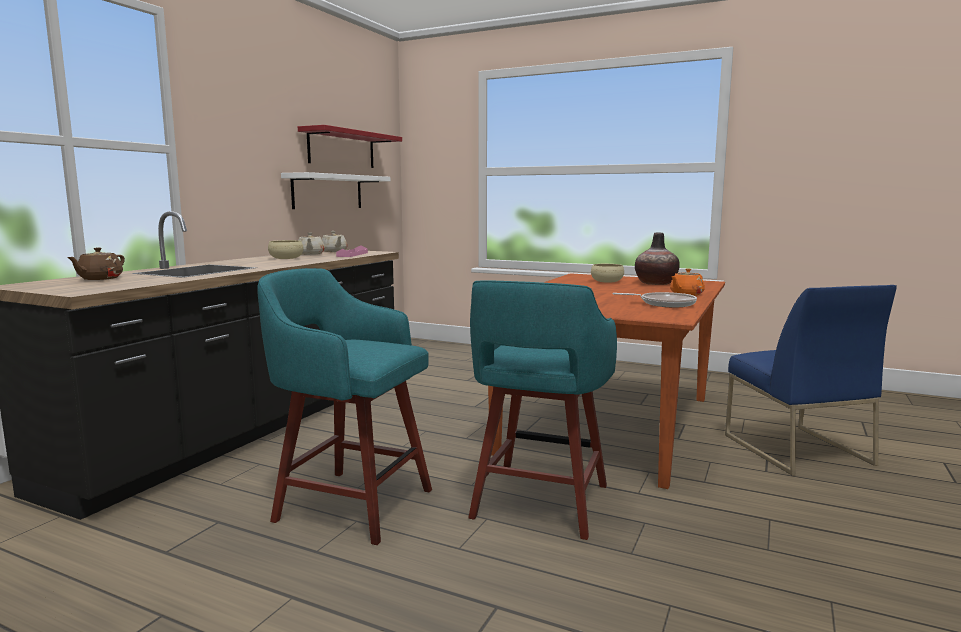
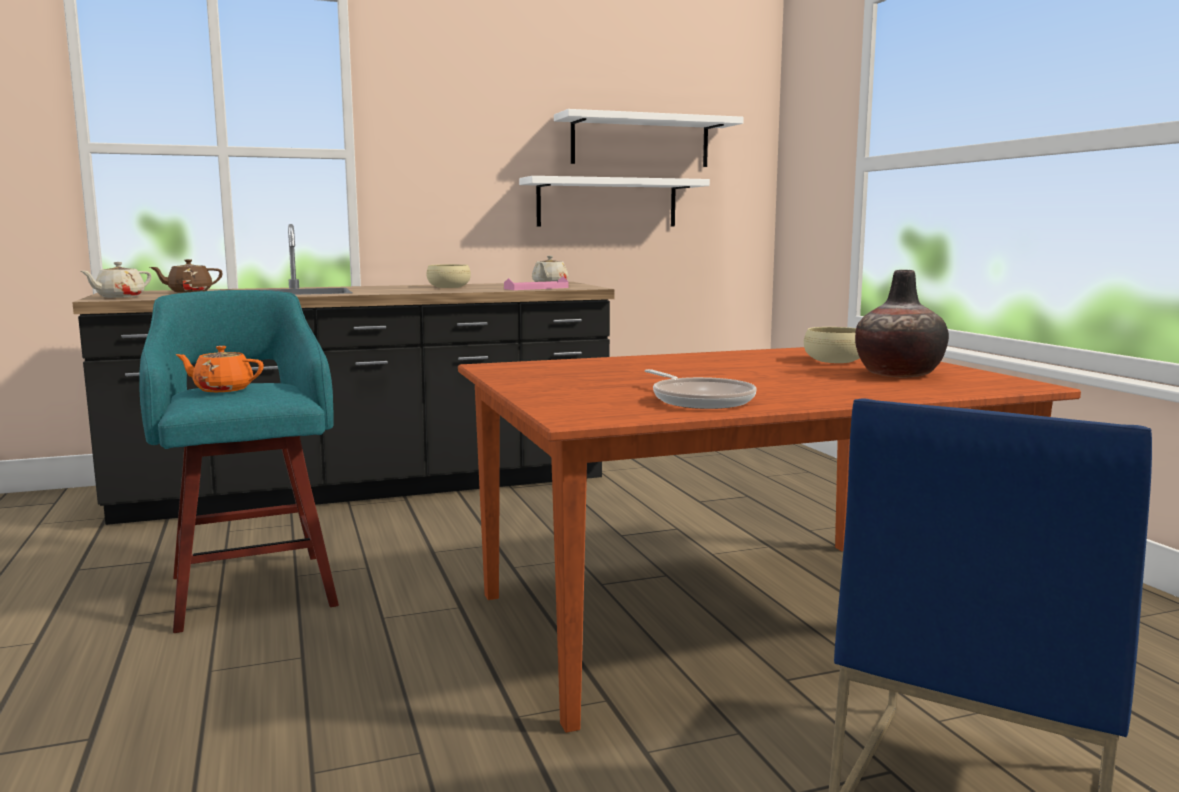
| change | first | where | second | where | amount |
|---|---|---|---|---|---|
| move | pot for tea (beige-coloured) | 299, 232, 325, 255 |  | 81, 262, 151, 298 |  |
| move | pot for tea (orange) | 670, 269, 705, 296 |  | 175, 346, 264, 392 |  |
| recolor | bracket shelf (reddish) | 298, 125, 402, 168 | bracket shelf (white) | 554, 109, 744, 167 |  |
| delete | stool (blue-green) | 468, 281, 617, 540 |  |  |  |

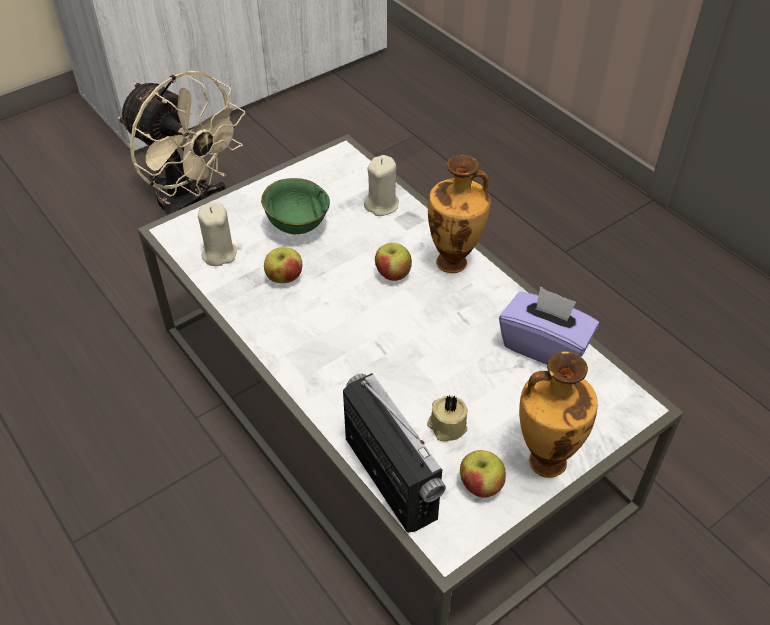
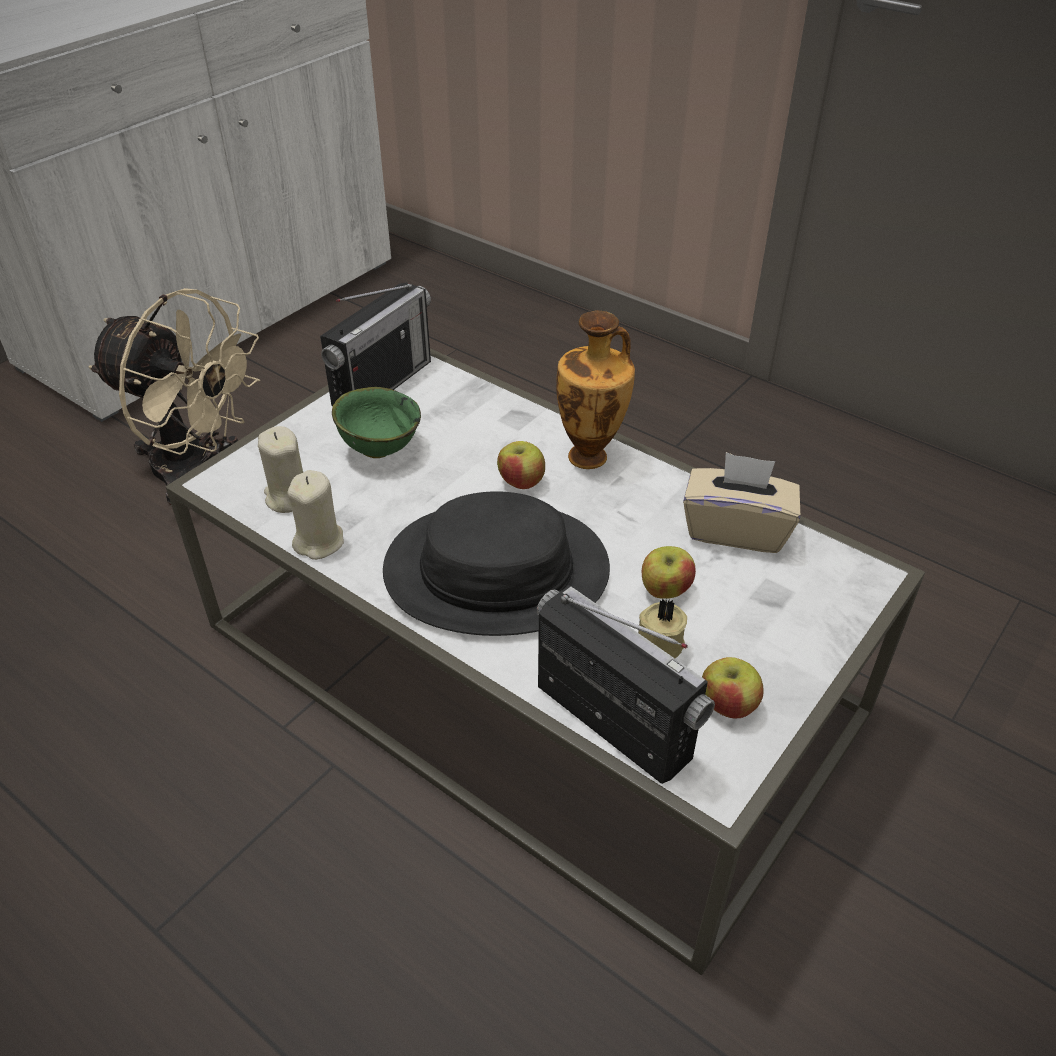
| change | first | where | second | where | amount |
|---|---|---|---|---|---|
| move | candle (beige-coloured) | 364, 155, 399, 216 |  | 287, 470, 344, 560 |  |
| insert |  |  | radio | 320, 283, 431, 407 |  |
| insert |  |  | hat (black-coloured) | 383, 491, 610, 636 |  |
| move | whole apple | 264, 247, 302, 283 |  | 642, 546, 696, 599 |  |
| recolor | tissue box (purple) | 499, 286, 599, 365 | tissue box (beige-coloured) | 683, 452, 800, 553 |  |
| delete | vase | 519, 351, 598, 478 |  |  |  |

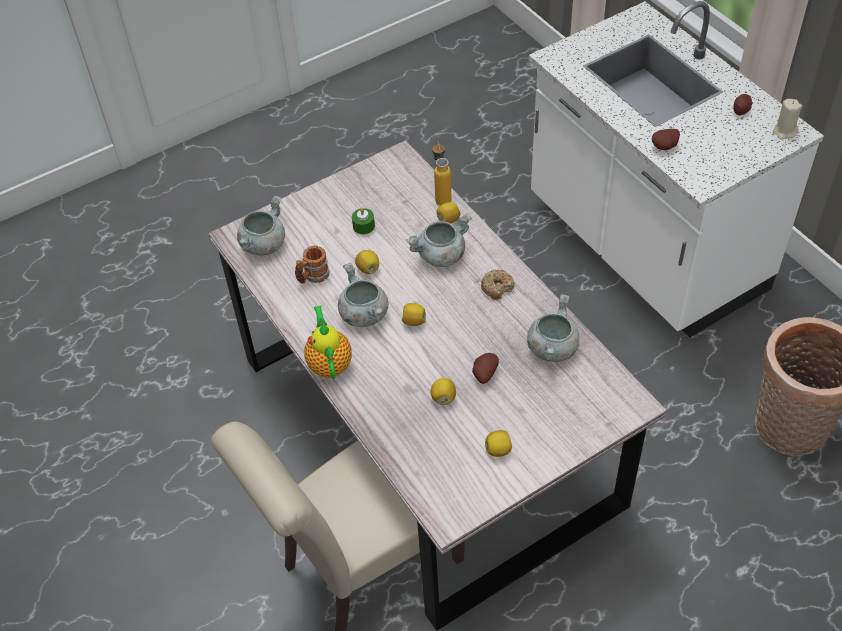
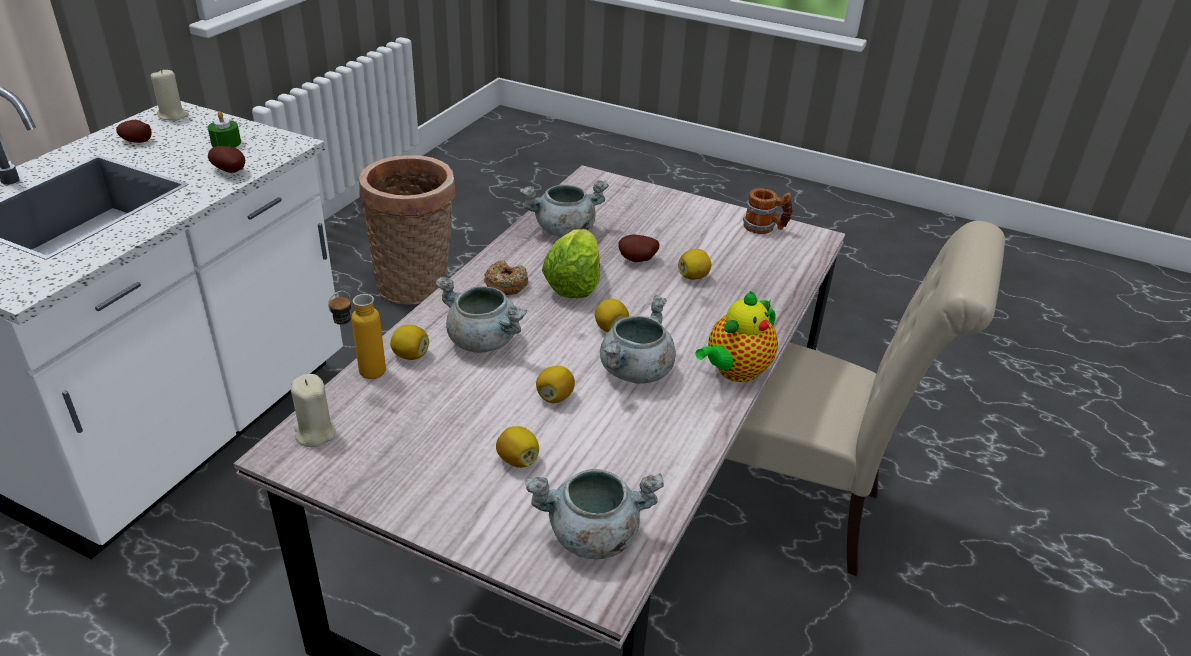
| change | first | where | second | where | amount |
|---|---|---|---|---|---|
| move | candle (greenish) | 352, 208, 375, 234 |  | 208, 111, 241, 148 |  |
| insert |  |  | candle (beige-coloured) | 291, 374, 335, 447 |  |
| move | whole lemon | 485, 430, 512, 457 |  | 496, 426, 539, 468 |  |
| insert |  |  | head of lettuce | 542, 229, 600, 298 |  |
| move | mug | 295, 245, 330, 284 |  | 743, 189, 793, 234 |  |

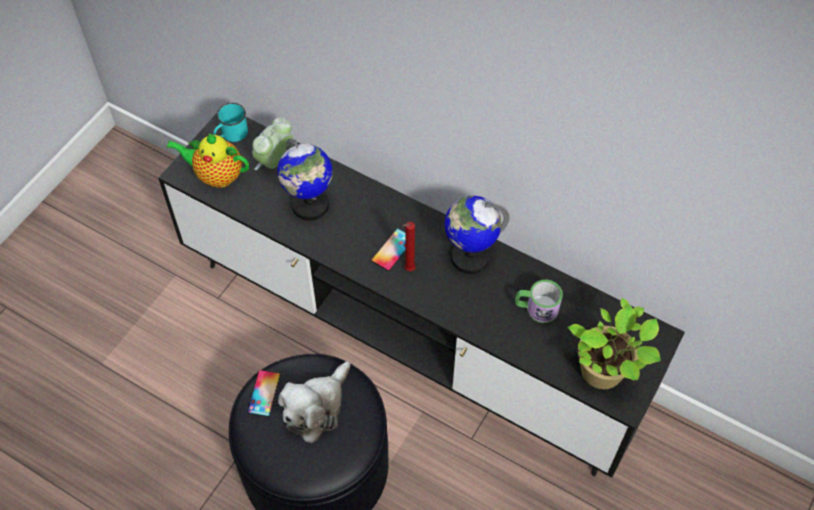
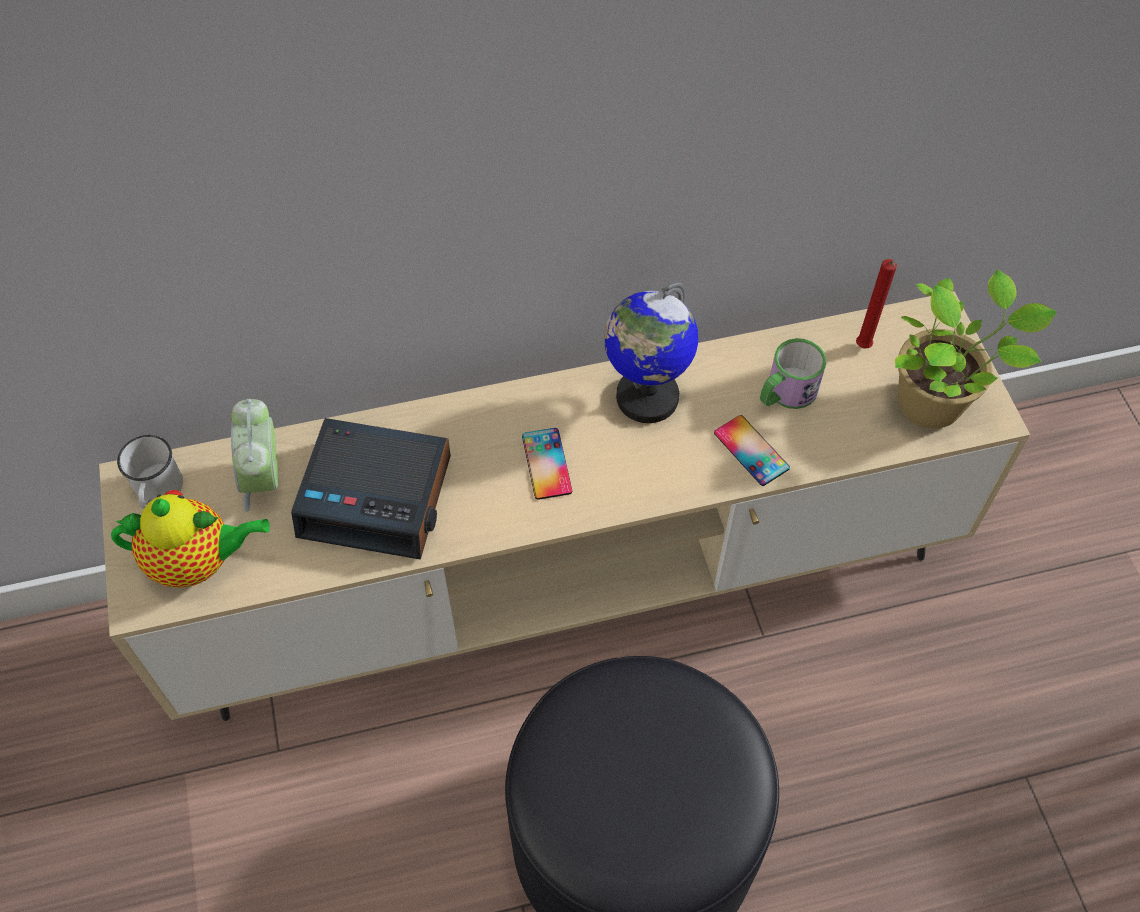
| change | first | where | second | where | amount |
|---|---|---|---|---|---|
| recolor | tv unit (black-coloured) | 158, 113, 685, 478 | tv unit (beige-coloured) | 99, 291, 1030, 721 |  |
| rotate | pot for tea | 166, 133, 249, 188 |  | 111, 490, 270, 588 | 150 degrees counterclockwise |
| recolor | mug (blue-green) | 213, 103, 248, 142 | mug (white) | 117, 435, 183, 509 |  |
| replace | desk globe | 277, 138, 333, 221 | table clock | 291, 418, 451, 560 |  |
| move | telephone | 247, 370, 281, 417 |  | 714, 415, 790, 486 |  |
| move | candle (reddish) | 403, 222, 416, 271 |  | 856, 259, 897, 349 |  |
| delete | plush toy | 278, 361, 351, 443 |  |  |  |

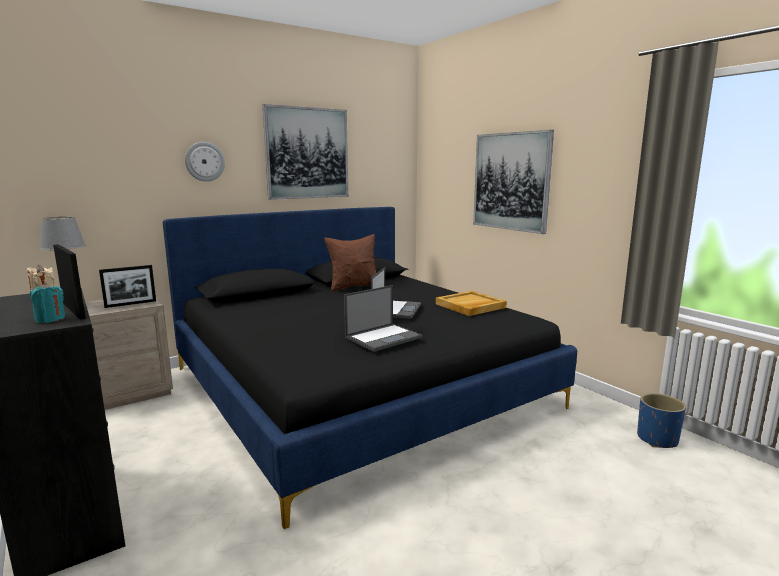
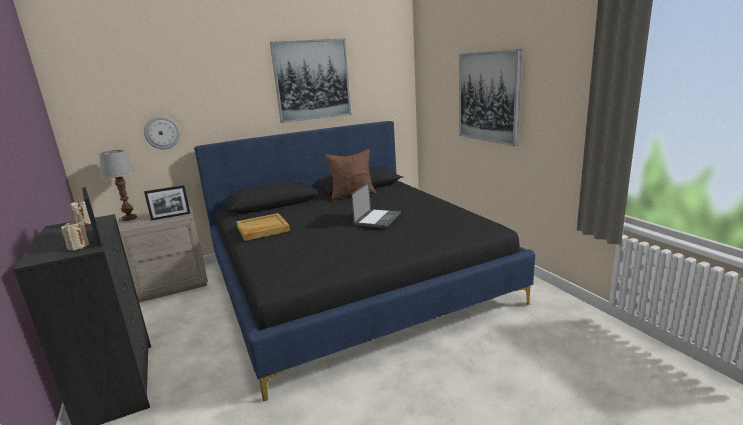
| change | first | where | second | where | amount |
|---|---|---|---|---|---|
| recolor | candle (blue-green) | 30, 282, 66, 323 | candle (beige-coloured) | 61, 220, 89, 250 |  |
| move | clock on the wall | 185, 142, 225, 182 |  | 144, 116, 180, 149 |  |
| move | serving tray (beige-coloured) | 436, 291, 507, 316 |  | 236, 213, 290, 241 |  |
| delete | laptop | 344, 285, 422, 352 |  |  |  |
| delete | flower pot (blue) | 637, 393, 686, 448 |  |  |  |

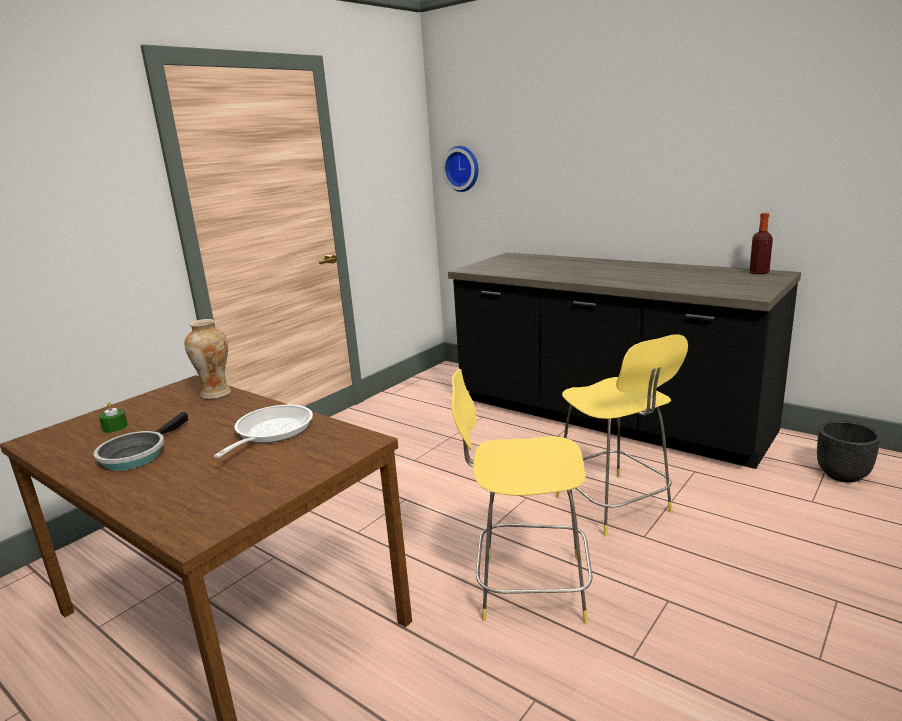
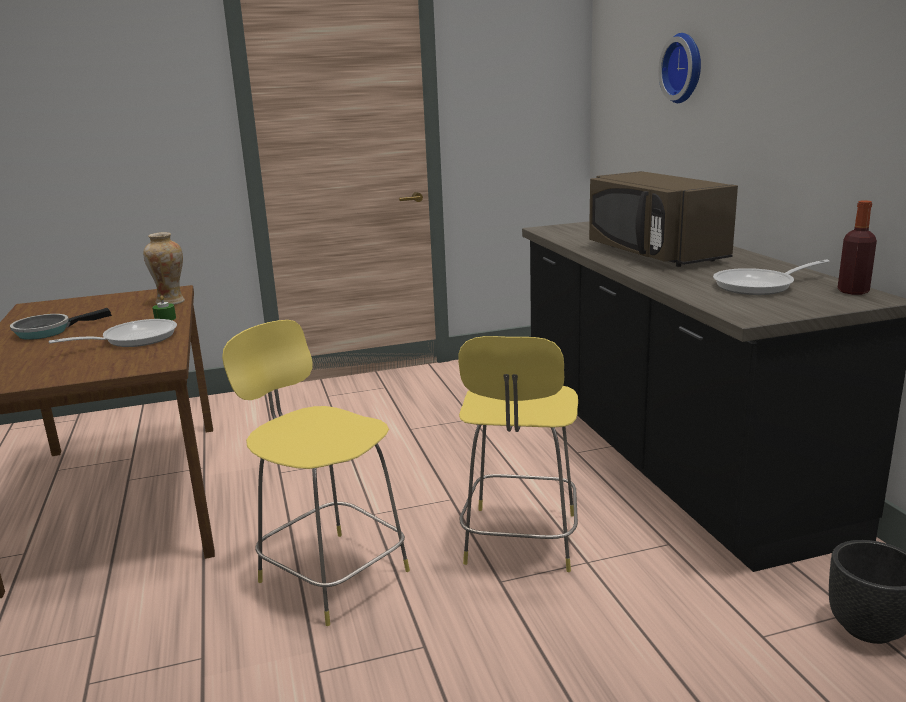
| change | first | where | second | where | amount |
|---|---|---|---|---|---|
| move | candle (greenish) | 99, 402, 128, 433 |  | 152, 295, 176, 320 |  |
| insert |  |  | kitchen microwave (brown) | 589, 171, 738, 267 |  |
| move | clock on the wall | 442, 146, 479, 192 |  | 658, 33, 701, 103 |  |
| insert |  |  | pan | 713, 259, 830, 295 |  |

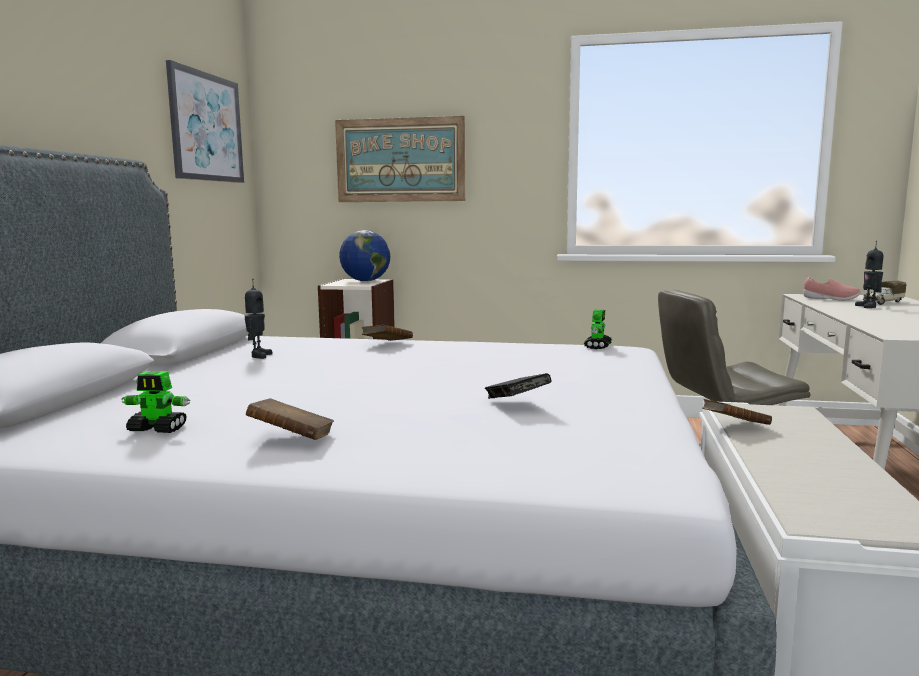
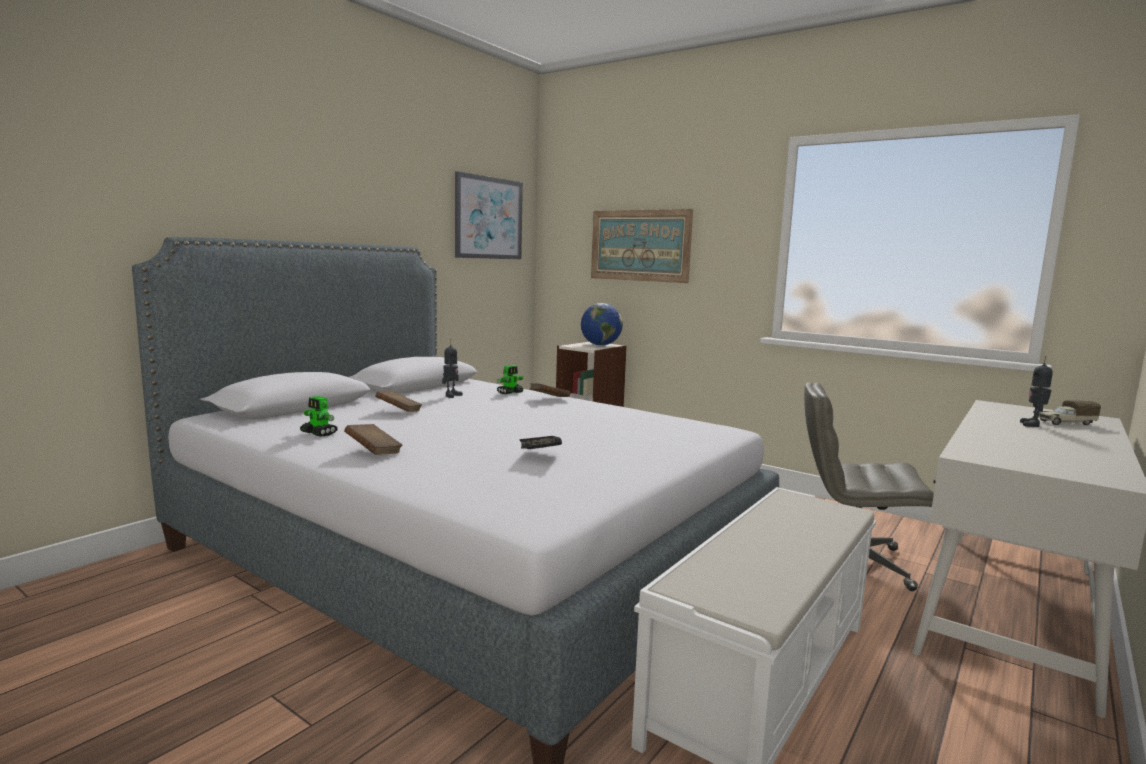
| change | first | where | second | where | amount |
|---|---|---|---|---|---|
| move | book (brown) | 702, 399, 772, 425 |  | 375, 391, 422, 412 |  |
| move | robot figure | 584, 309, 612, 349 |  | 497, 365, 524, 394 |  |
| delete | item of footwear (pink) | 803, 277, 861, 301 |  |  |  |

